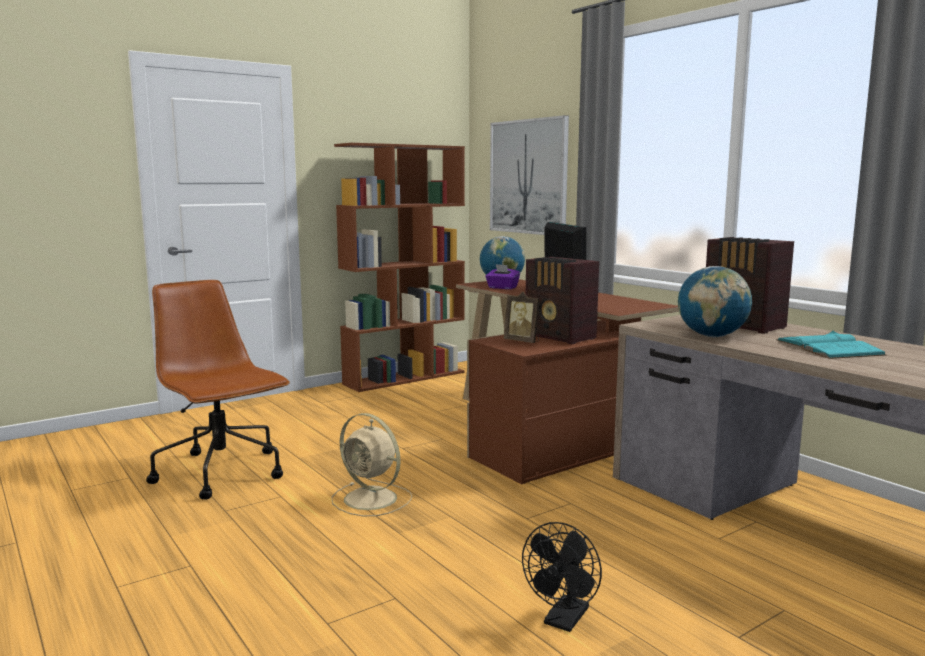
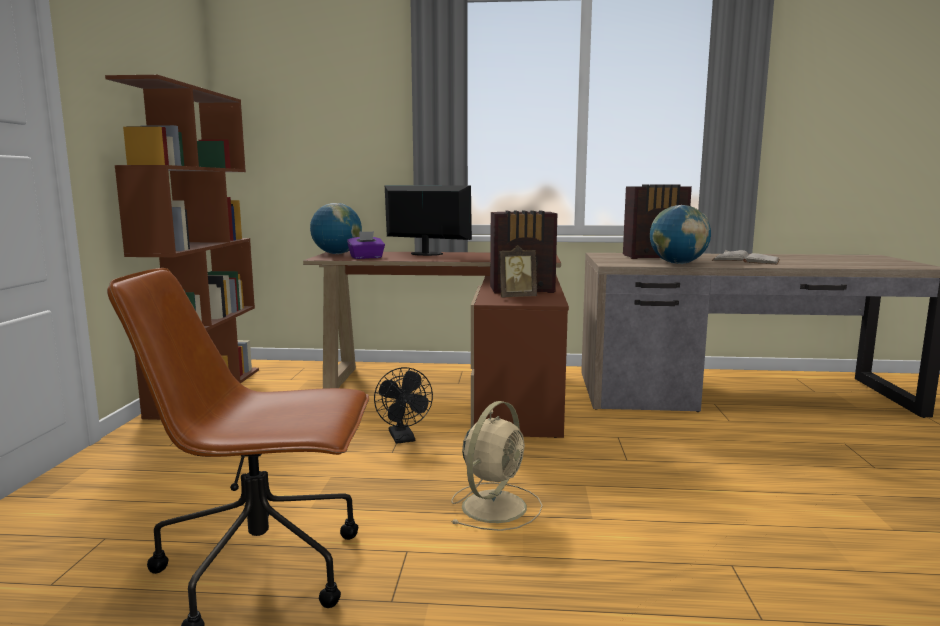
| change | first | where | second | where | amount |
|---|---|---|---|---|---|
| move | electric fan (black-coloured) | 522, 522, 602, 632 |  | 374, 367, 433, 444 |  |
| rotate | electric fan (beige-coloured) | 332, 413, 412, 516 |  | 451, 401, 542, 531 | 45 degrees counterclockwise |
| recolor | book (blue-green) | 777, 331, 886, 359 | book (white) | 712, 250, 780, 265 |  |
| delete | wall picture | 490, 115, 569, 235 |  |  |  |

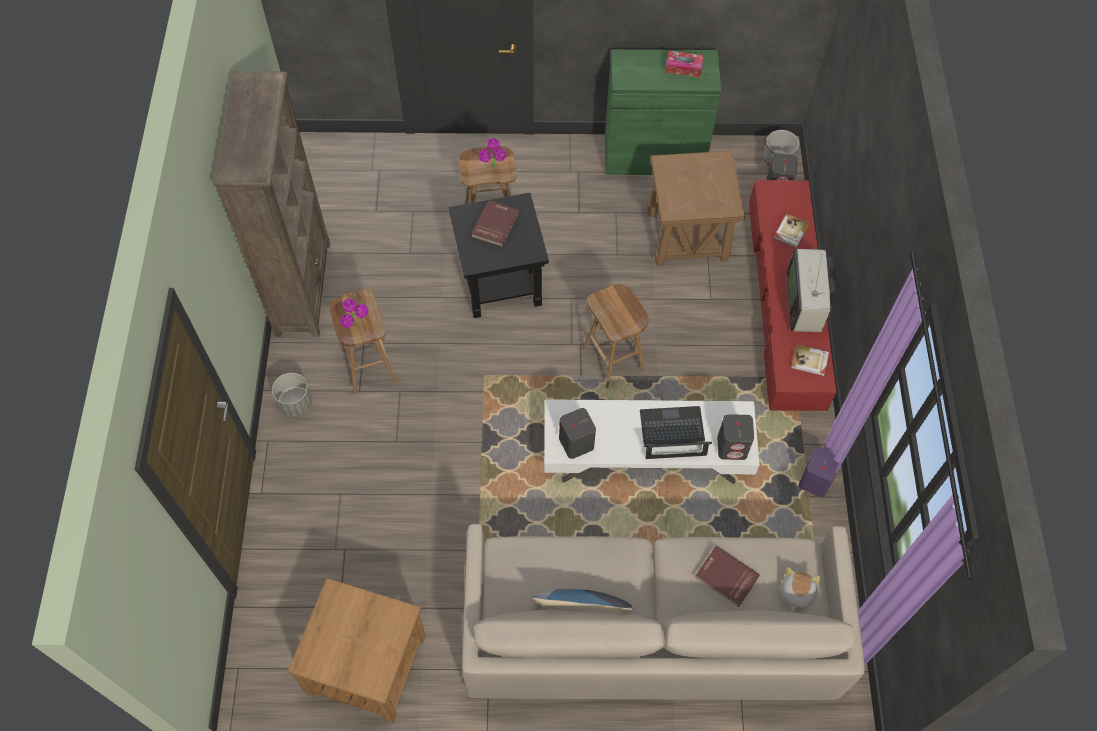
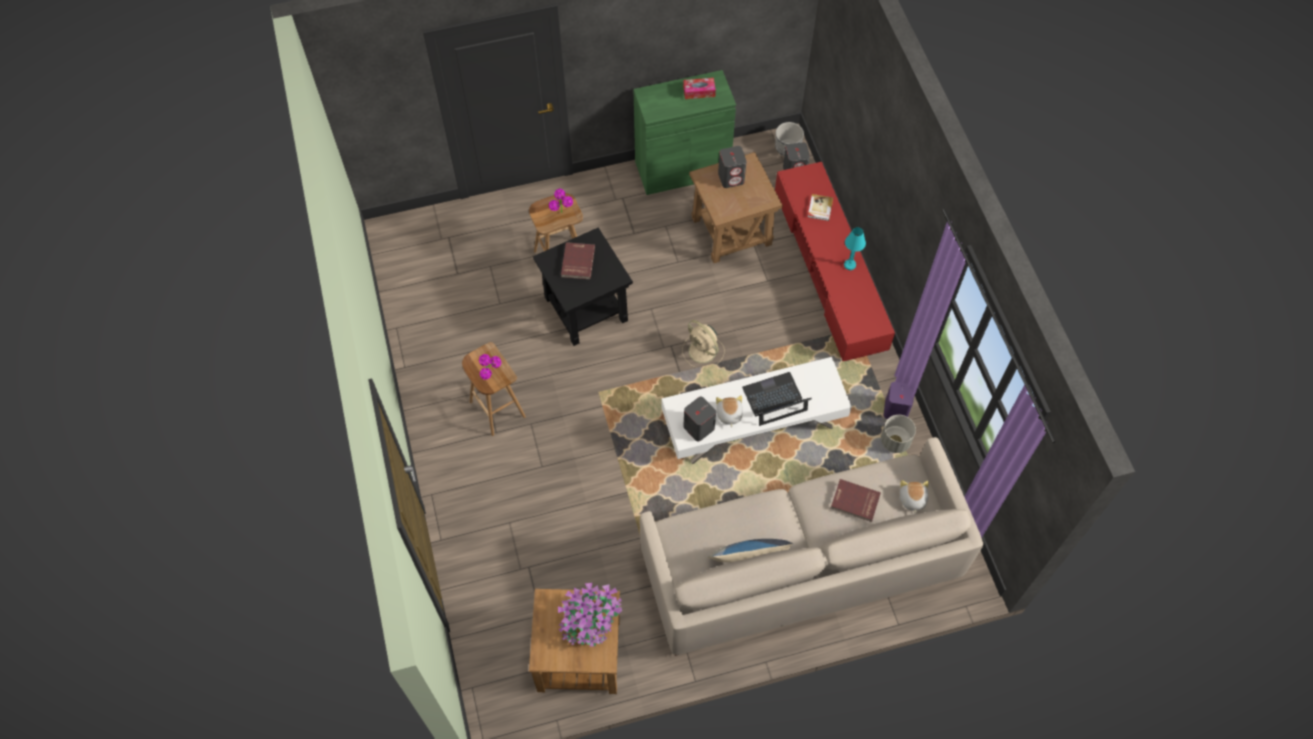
| change | first | where | second | where | amount |
|---|---|---|---|---|---|
| insert |  |  | potted plant | 558, 583, 622, 647 |  |
| replace | stool (brown) | 582, 284, 648, 388 | electric fan (beige-coloured) | 682, 320, 725, 368 |  |
| insert |  |  | plush toy | 716, 395, 743, 428 |  |
| move | audio speaker (gray) | 717, 414, 754, 460 |  | 718, 146, 746, 188 |  |
| replace | television | 786, 249, 837, 332 | lamp for a table (blue-green) | 844, 227, 866, 270 |  |
| move | flower pot (gray) | 272, 373, 312, 417 |  | 881, 415, 916, 453 |  |
| delete | bookshelf (brown) | 213, 71, 330, 337 |  |  |  |
| delete | book | 791, 344, 829, 376 |  |  |  |

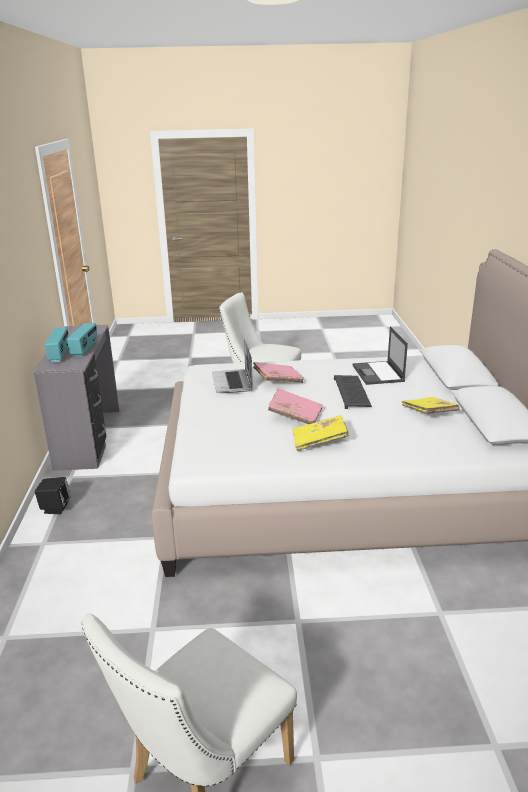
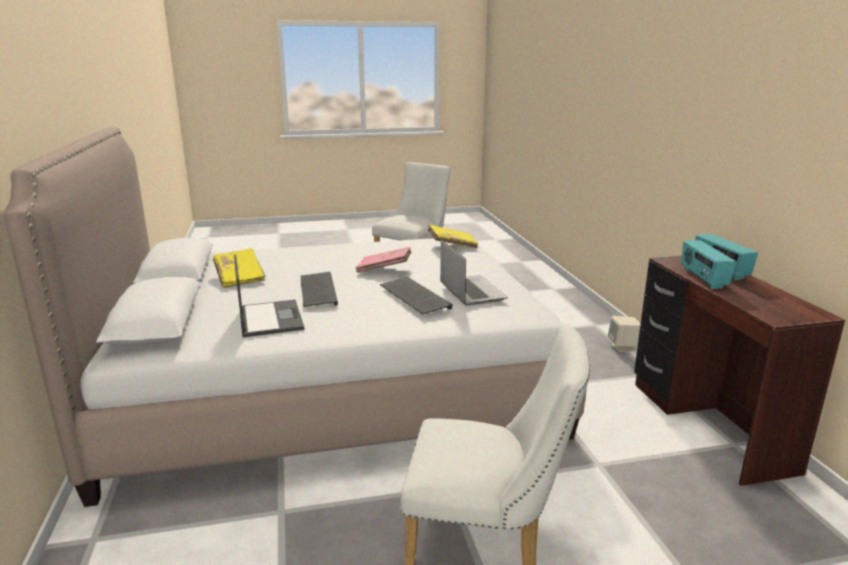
| change | first | where | second | where | amount |
|---|---|---|---|---|---|
| replace | book (pink) | 253, 362, 304, 383 | PC keyboard | 380, 277, 453, 314 |  |
| move | book (yellow) | 293, 415, 349, 451 |  | 428, 224, 478, 248 |  |
| recolor | audio speaker (black-coloured) | 34, 477, 71, 514 | audio speaker (beige-coloured) | 608, 316, 641, 352 |  |
| recolor | desk unit (gray) | 33, 325, 120, 471 | desk unit (brown) | 634, 255, 845, 486 |  |

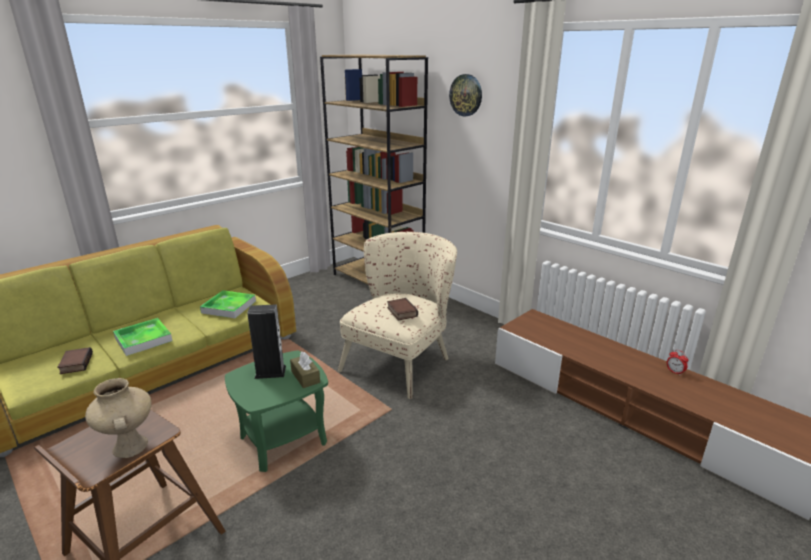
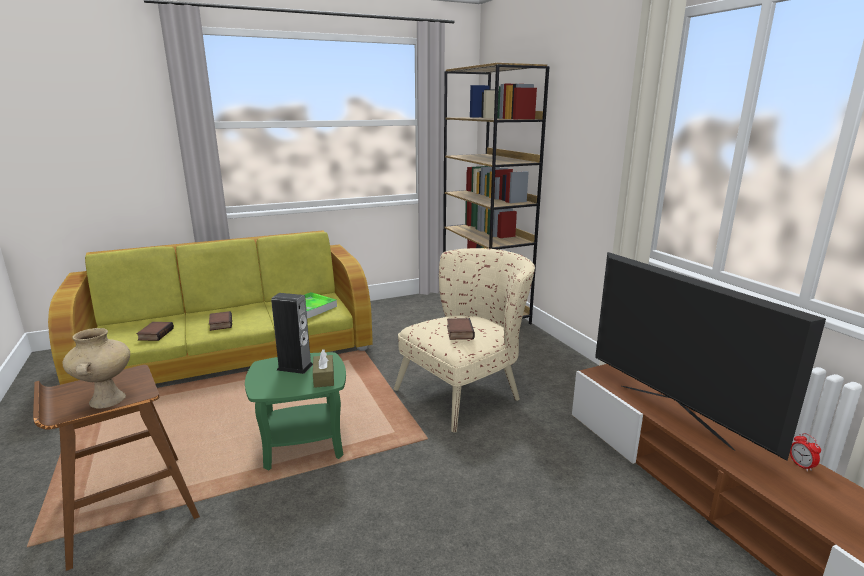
| change | first | where | second | where | amount |
|---|---|---|---|---|---|
| replace | serving tray | 113, 318, 173, 356 | book | 209, 311, 232, 331 |  |
| insert |  |  | television | 595, 252, 826, 461 |  |
| delete | clock on the wall | 449, 74, 482, 116 |  |  |  |

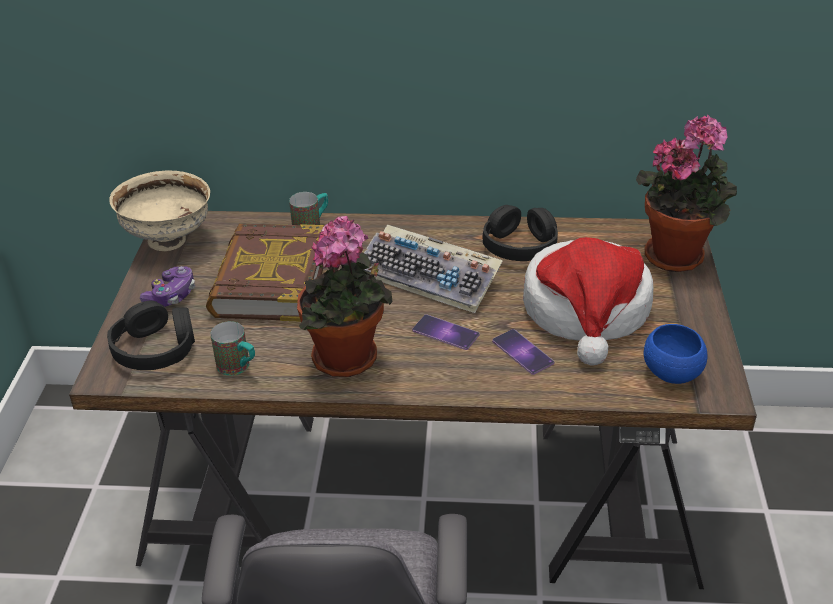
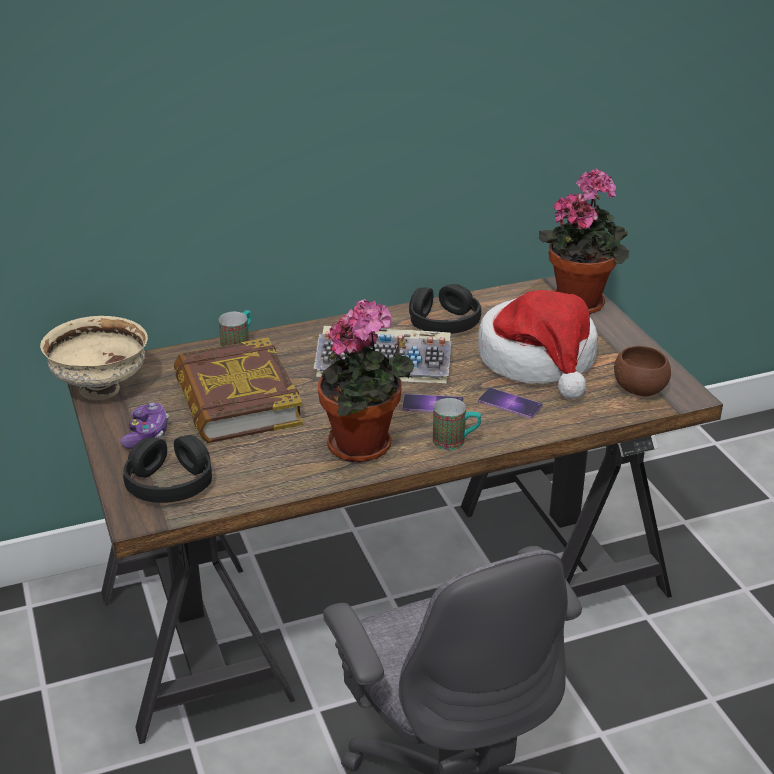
| change | first | where | second | where | amount |
|---|---|---|---|---|---|
| move | mug | 210, 321, 255, 376 |  | 433, 398, 481, 450 |  |
| recolor | serving bowl (blue) | 644, 324, 707, 384 | serving bowl (brown) | 614, 346, 671, 396 |  |

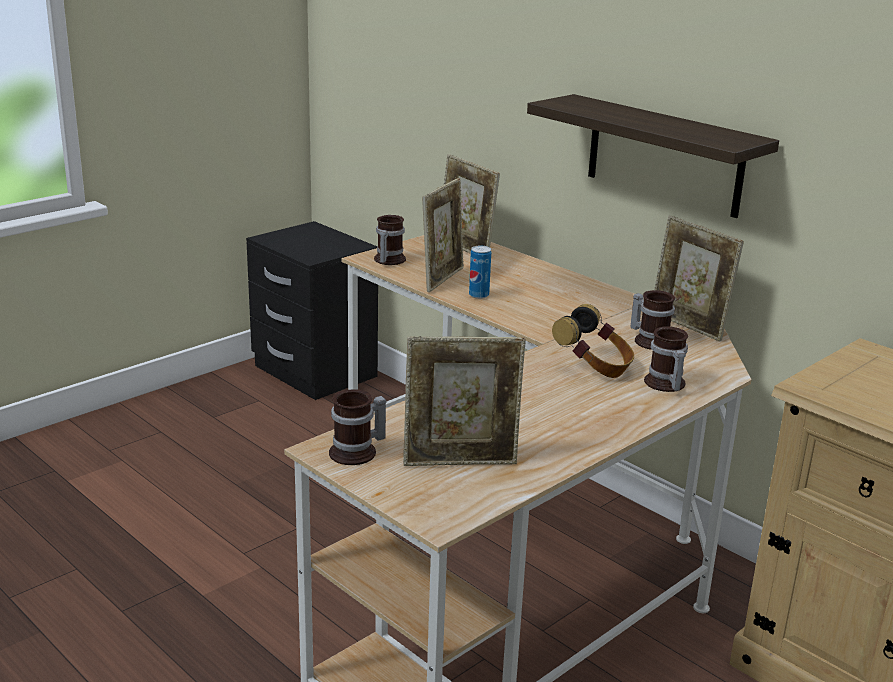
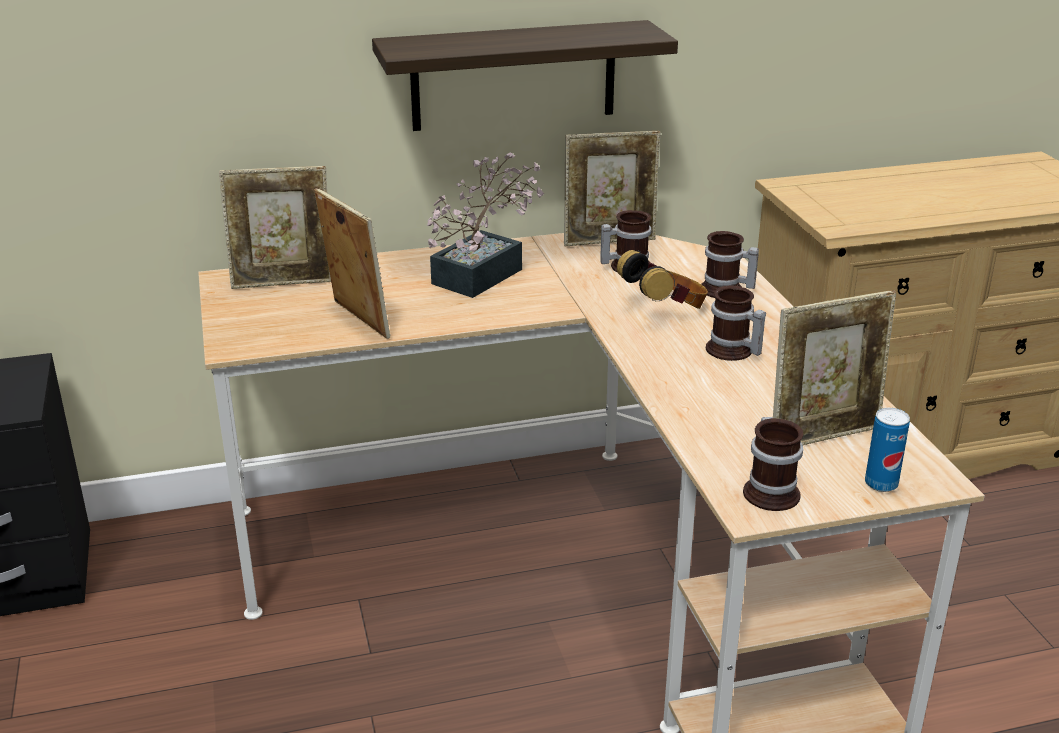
| change | first | where | second | where | amount |
|---|---|---|---|---|---|
| insert |  |  | potted plant | 427, 152, 545, 298 |  |
| move | mug | 374, 215, 406, 265 |  | 706, 285, 766, 361 |  |
| rotate | photo frame | 403, 336, 526, 466 |  | 773, 290, 896, 445 | 45 degrees clockwise |
| move | metal can | 469, 245, 491, 299 |  | 865, 408, 910, 492 |  |

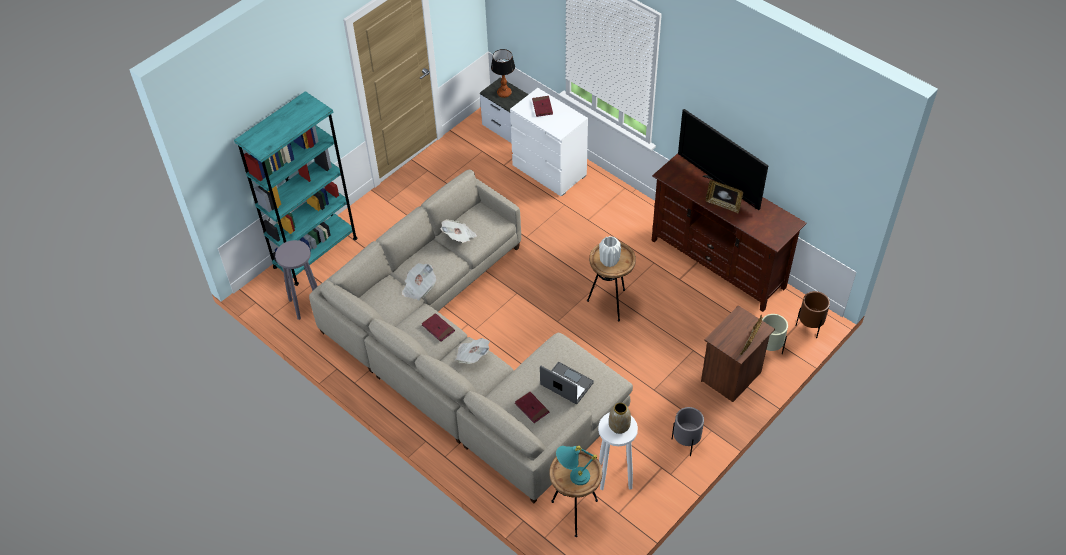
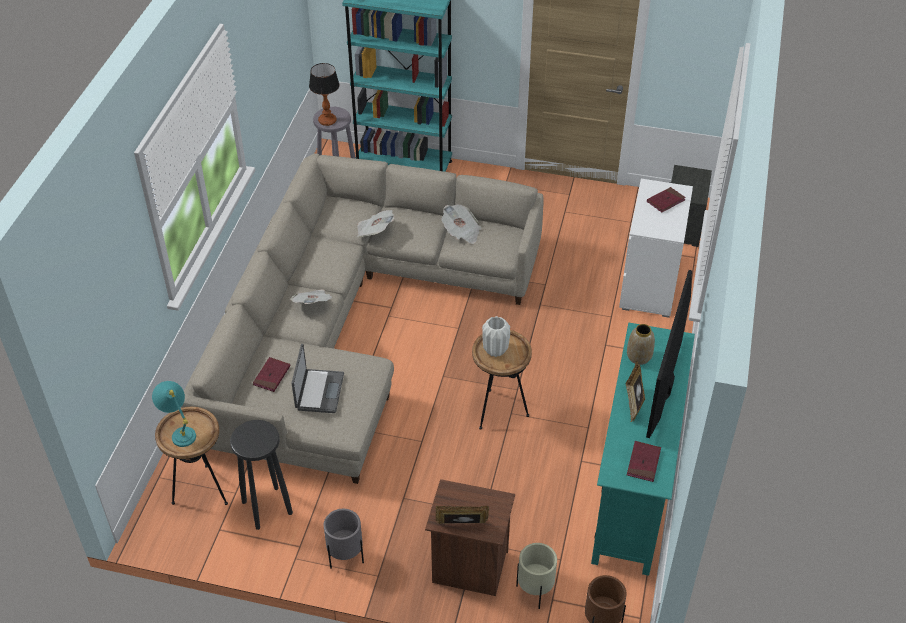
| change | first | where | second | where | amount |
|---|---|---|---|---|---|
| recolor | stool (white) | 598, 412, 638, 490 | stool (black-coloured) | 230, 420, 293, 530 |  |
| move | lamp for a table | 491, 49, 515, 98 |  | 309, 63, 339, 126 |  |
| recolor | tv unit (brown) | 652, 153, 807, 312 | tv unit (blue-green) | 591, 323, 695, 576 |  |
| move | vase | 609, 403, 631, 434 |  | 627, 324, 655, 365 |  |
| move | book (reddish) | 422, 313, 455, 342 |  | 627, 441, 661, 482 |  |

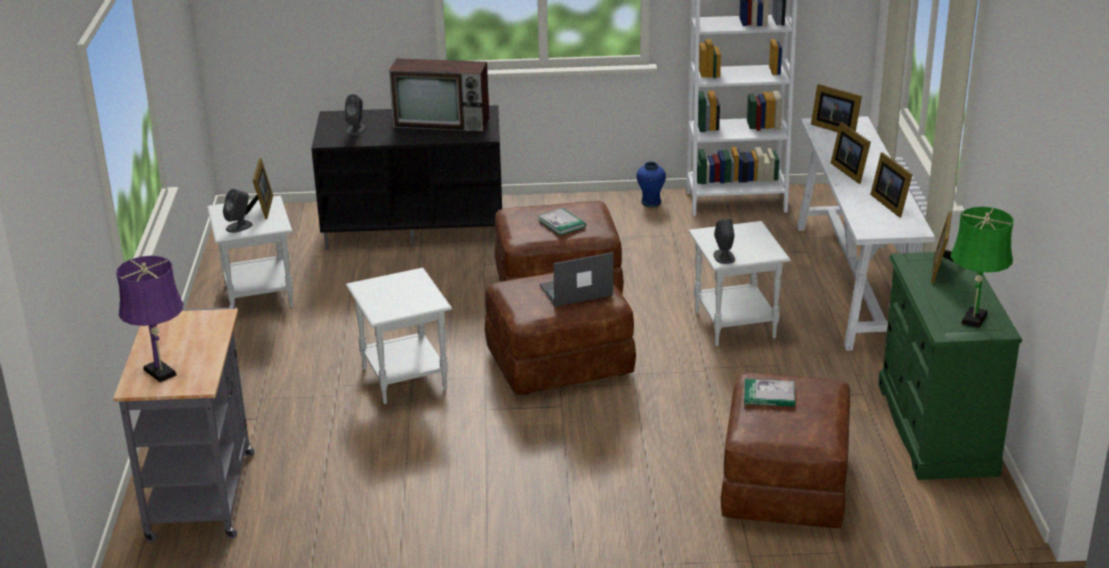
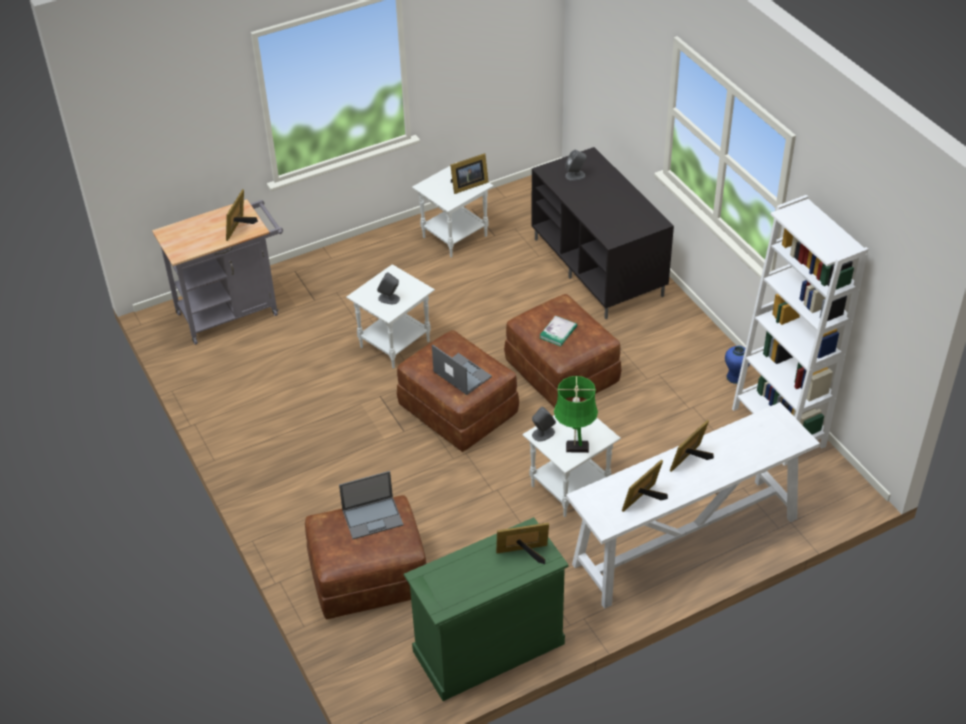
| change | first | where | second | where | amount |
|---|---|---|---|---|---|
| move | photo frame | 811, 84, 862, 132 |  | 226, 189, 258, 241 |  |
| replace | book | 744, 379, 795, 407 | laptop | 339, 471, 404, 539 |  |
| move | audio speaker (gray) | 223, 189, 253, 233 |  | 377, 272, 400, 304 |  |
| move | lamp for a table (greenish) | 951, 207, 1014, 328 |  | 554, 376, 598, 453 |  |
| delete | lamp for a table (purple) | 116, 256, 183, 382 |  |  |  |
| delete | television | 389, 58, 489, 132 |  |  |  |

